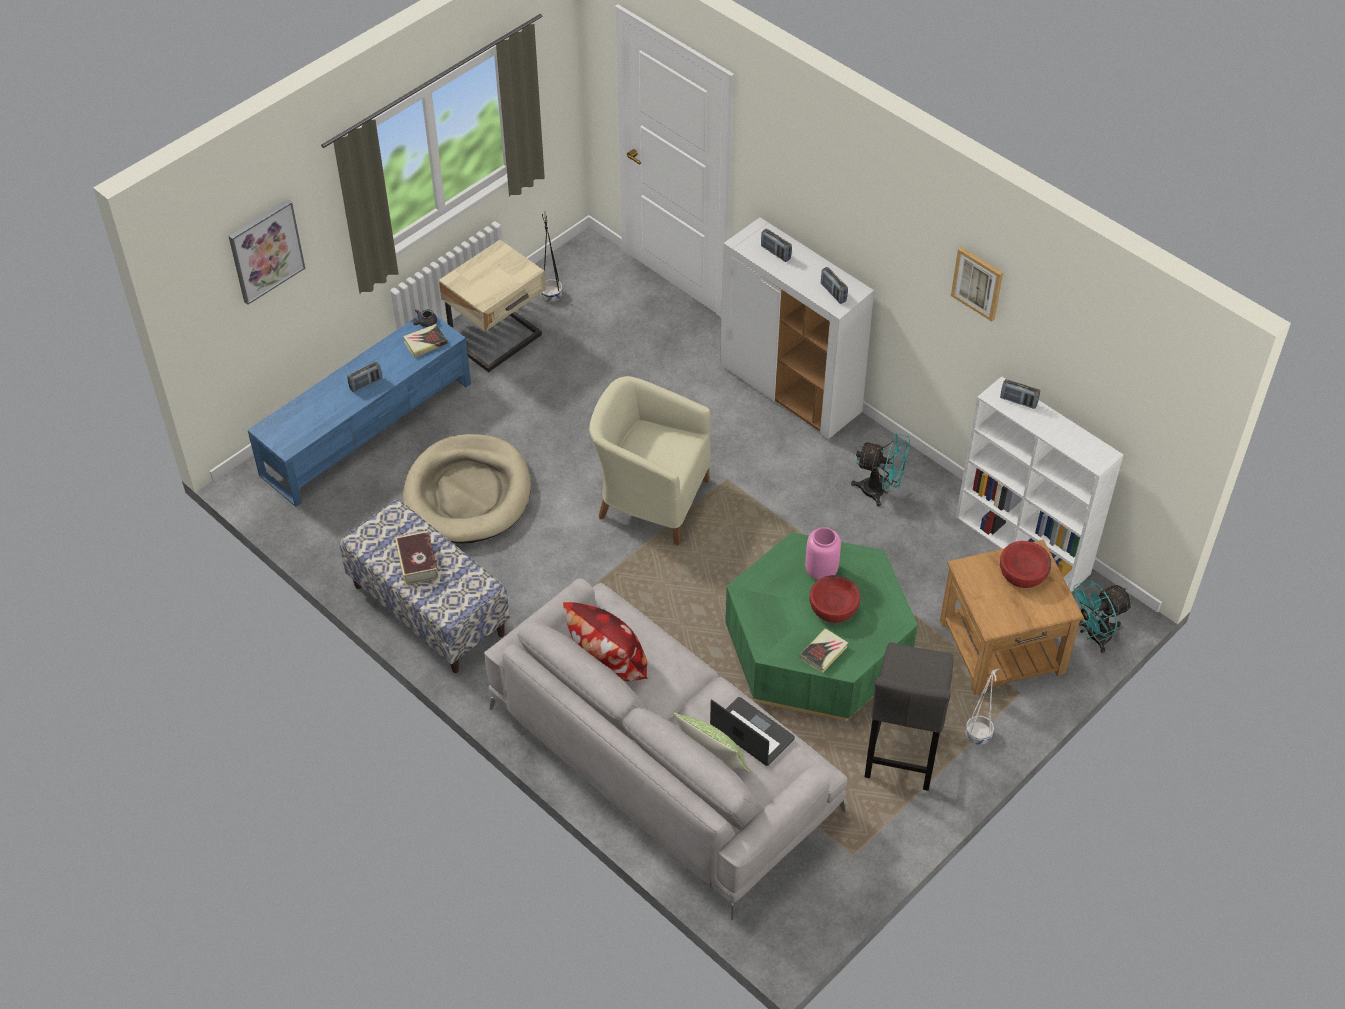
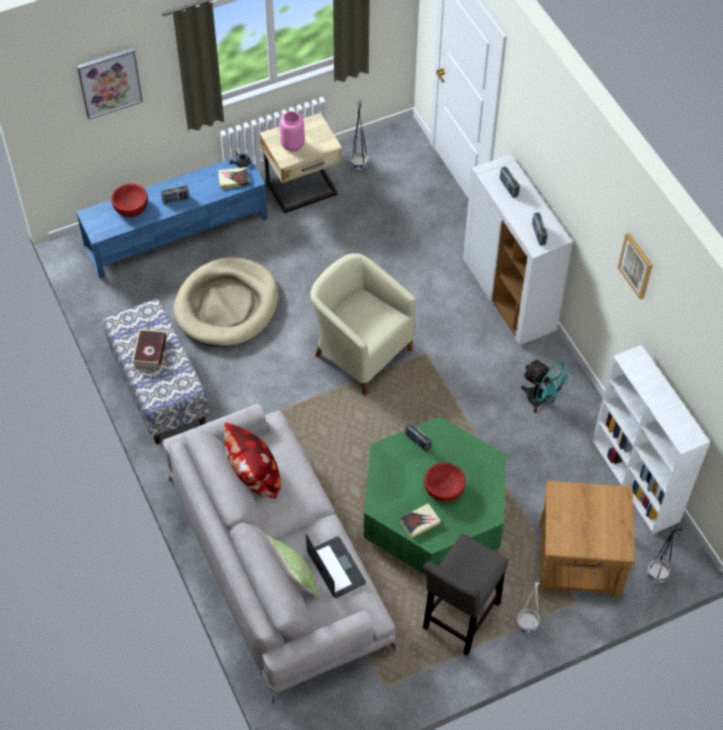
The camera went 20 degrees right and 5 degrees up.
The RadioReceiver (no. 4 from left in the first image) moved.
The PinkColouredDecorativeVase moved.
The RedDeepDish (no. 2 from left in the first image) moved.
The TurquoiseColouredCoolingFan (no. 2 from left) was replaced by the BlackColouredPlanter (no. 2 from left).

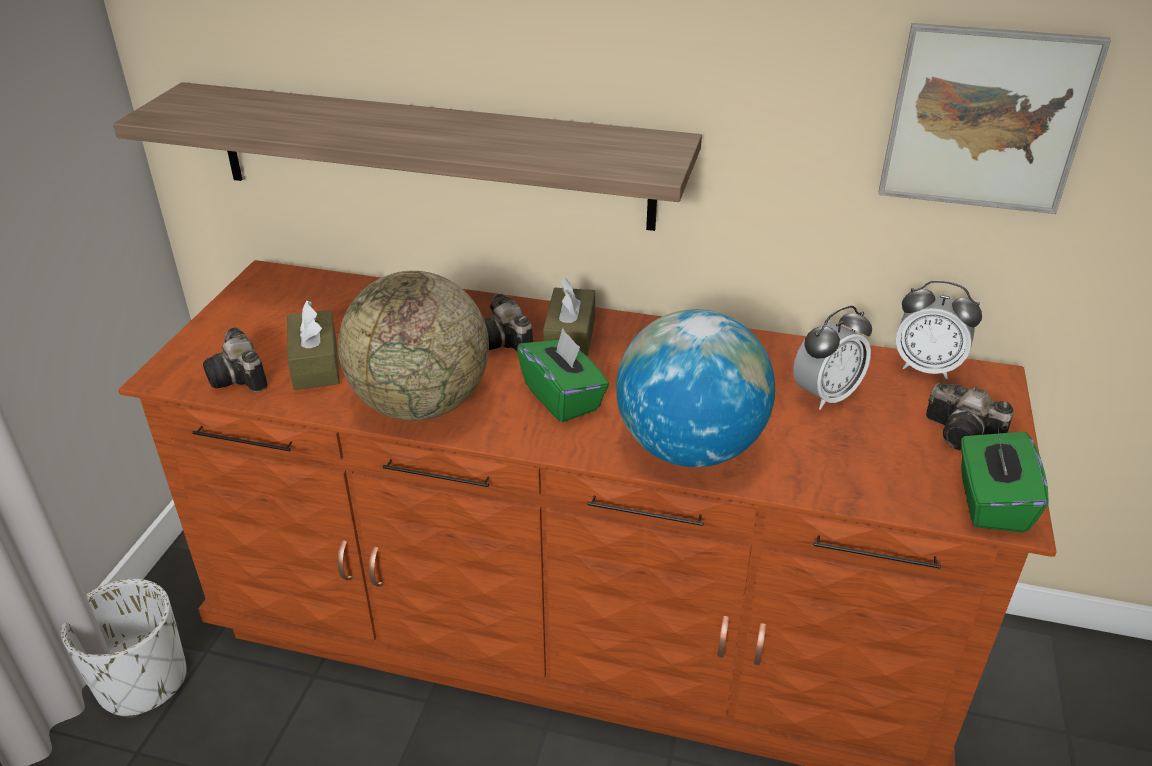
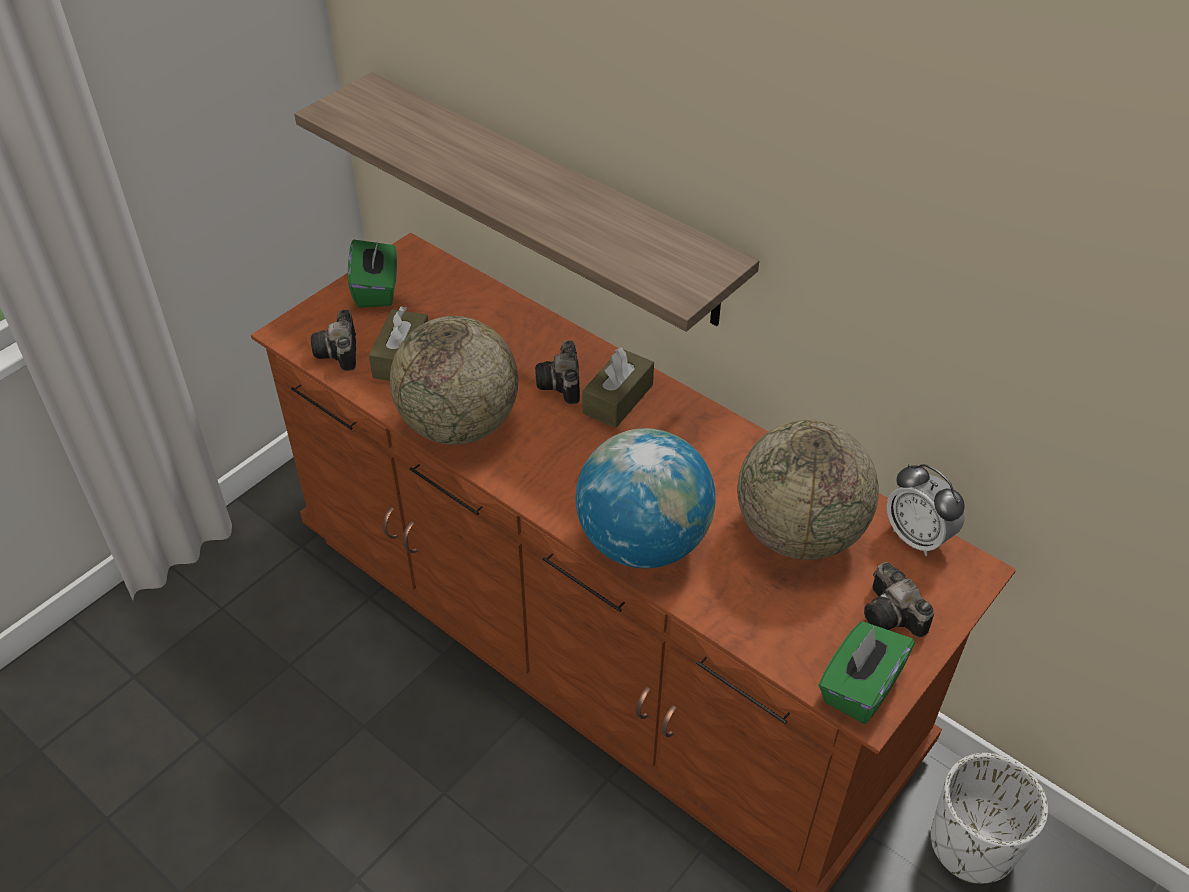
The camera went 25 degrees right and 10 degrees up.
The WallPicture disappeared.
The TableClock (no. 1 from left) was replaced by the Globe (no. 3 from left).
The GreenTissueHolder (no. 1 from left) moved.
The WhitePlanter moved.

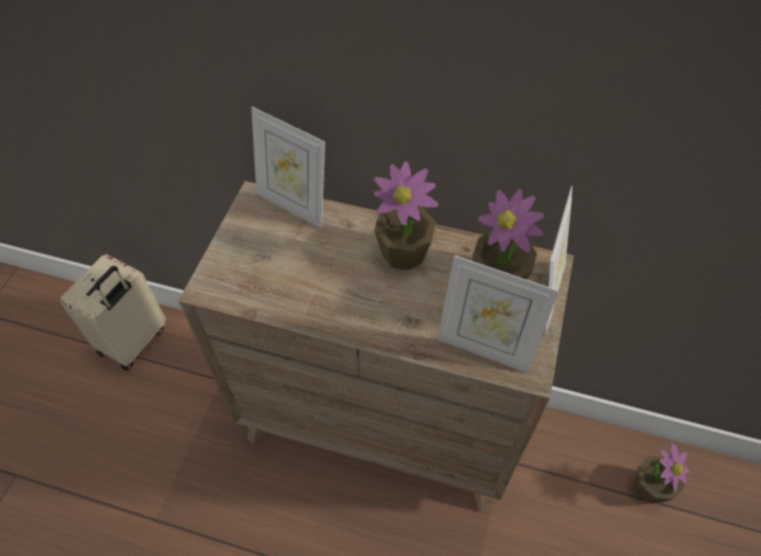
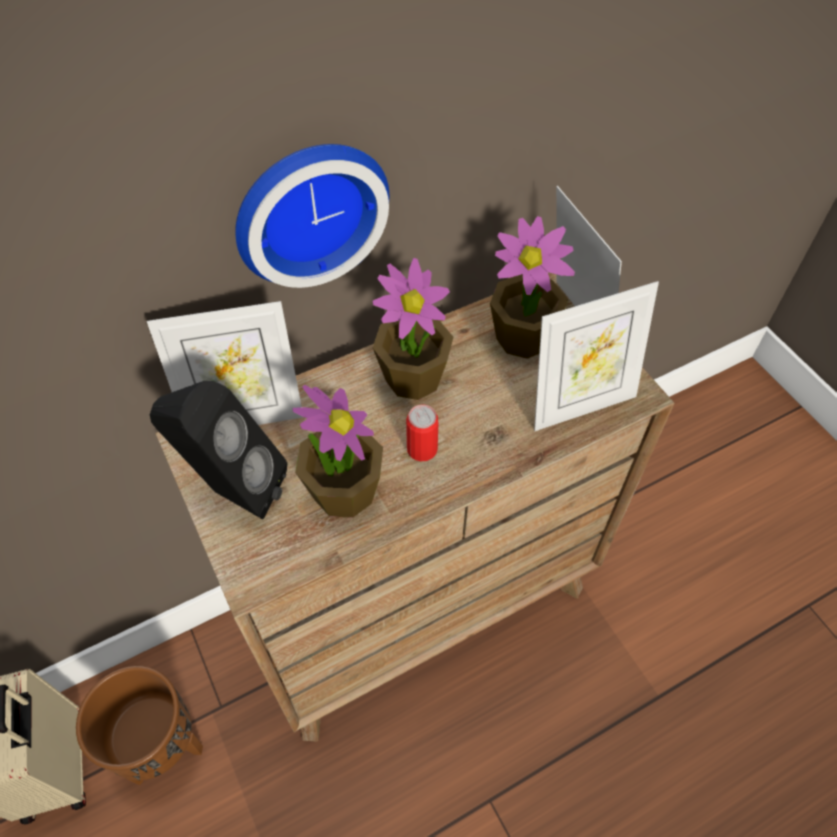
The camera went 45 degrees left and 0 degrees up.
The PlantInAPot (no. 3 from left in the first image) moved.
The HangingClock appeared.
The BlackColouredSpeaker appeared.
The Can appeared.
The BrownColouredPlanter appeared.

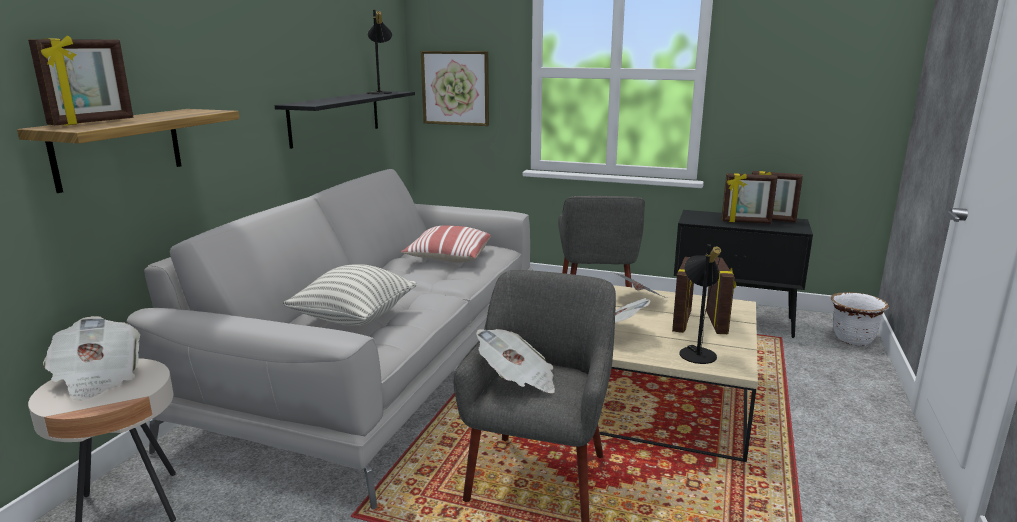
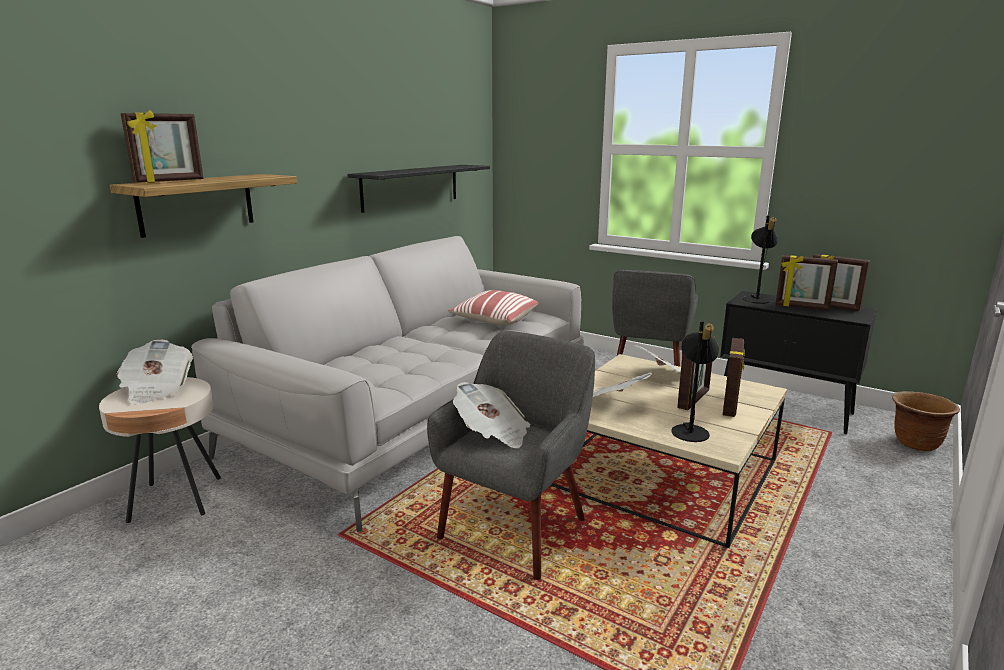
The camera went 15 degrees right and 0 degrees up.
The BlackColouredLampForATable (no. 1 from left in the first image) moved.
The WallPicture disappeared.
The Cushion (no. 1 from left) disappeared.
The WhitePlanter became the BrownColouredPlanter.

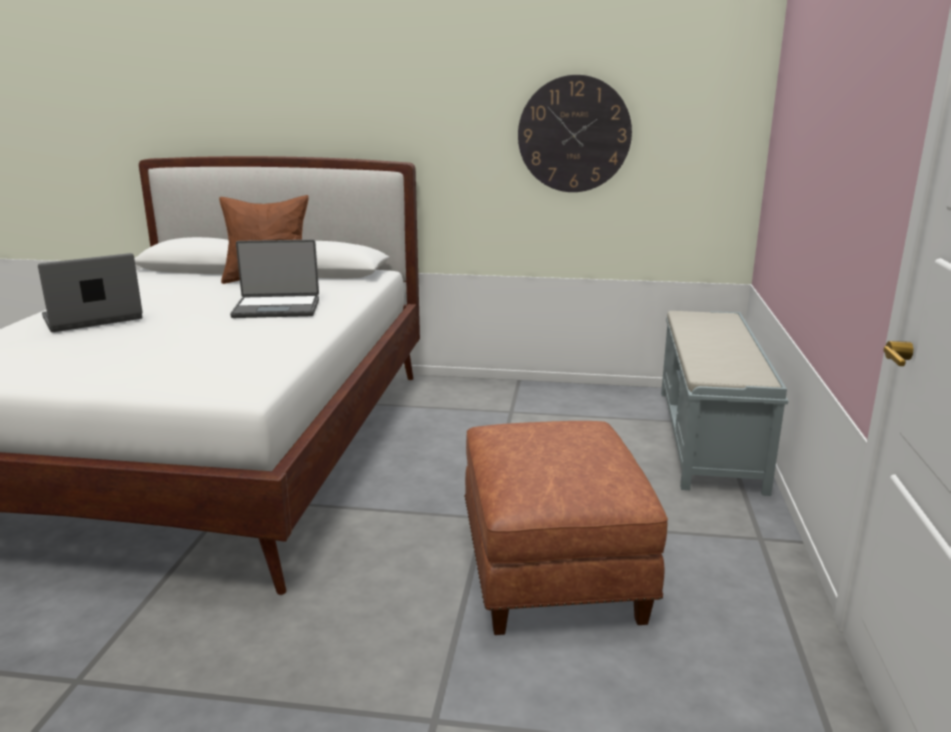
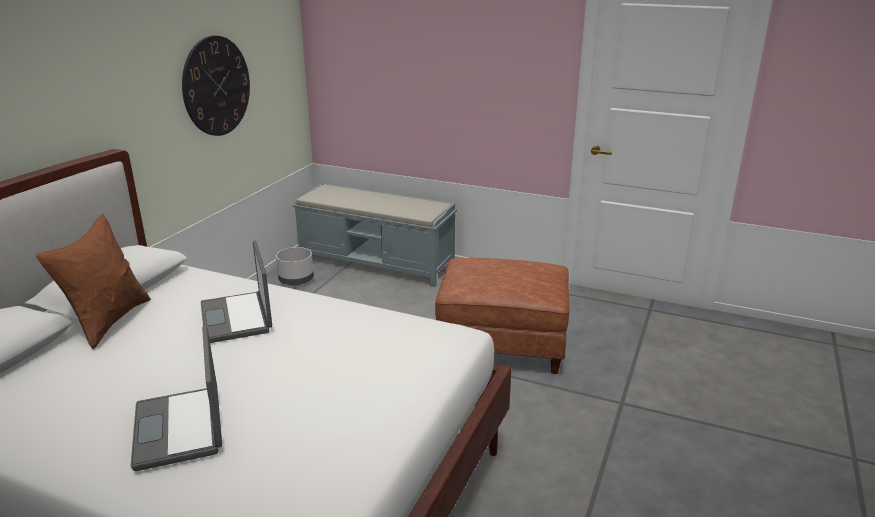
The camera went 75 degrees left and 5 degrees up.
The NotebookComputer (no. 2 from left) turned 150 degrees clockwise.
The GreyPlanter appeared.

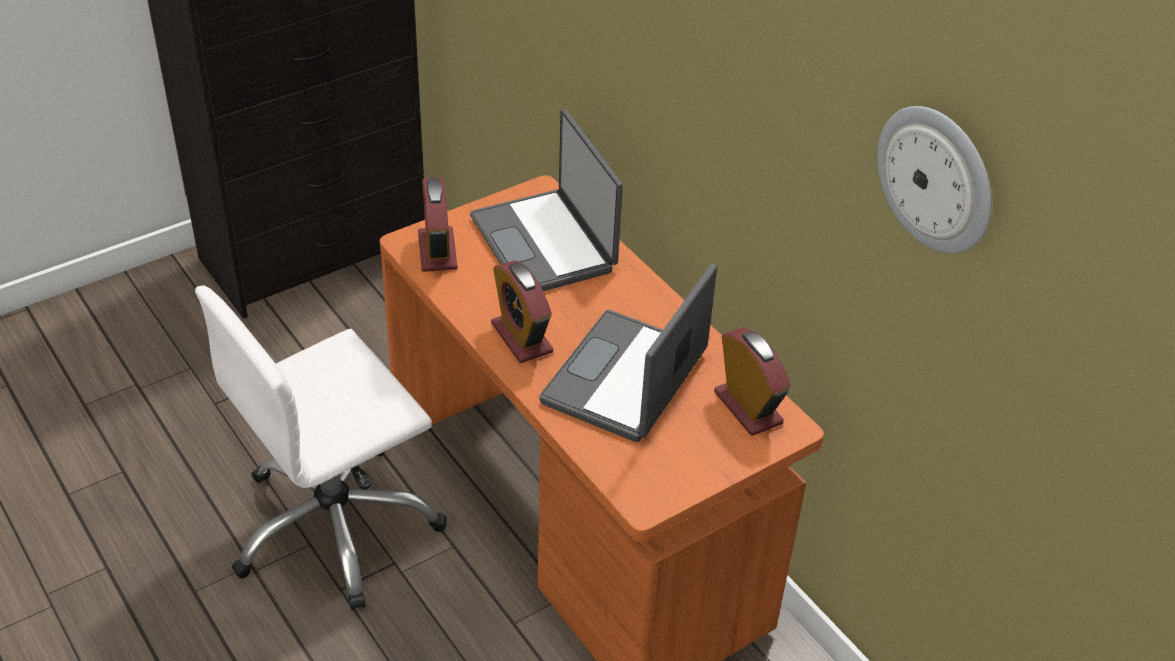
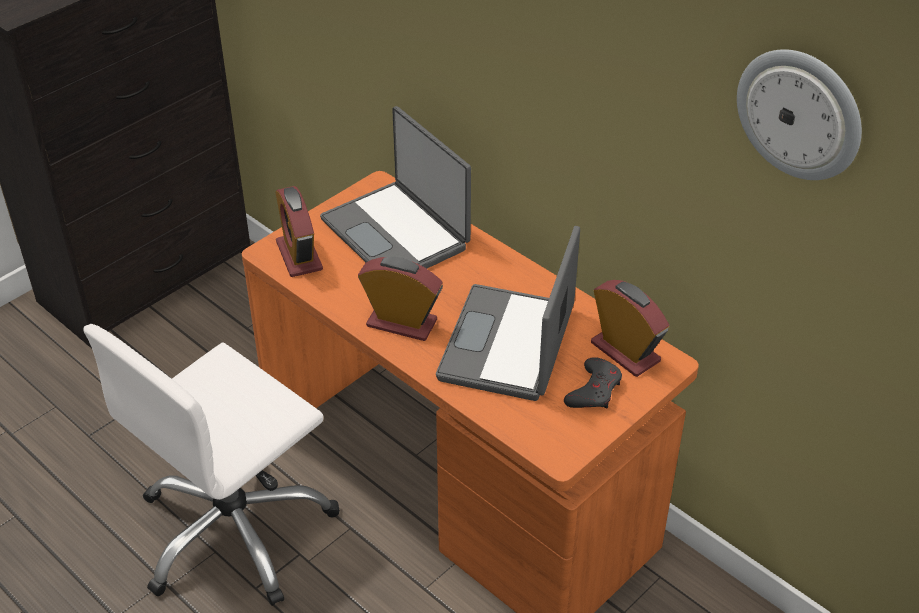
The camera went 10 degrees left and 0 degrees up.
The TableClock (no. 2 from left) turned 150 degrees clockwise.
The GreyGamepad appeared.

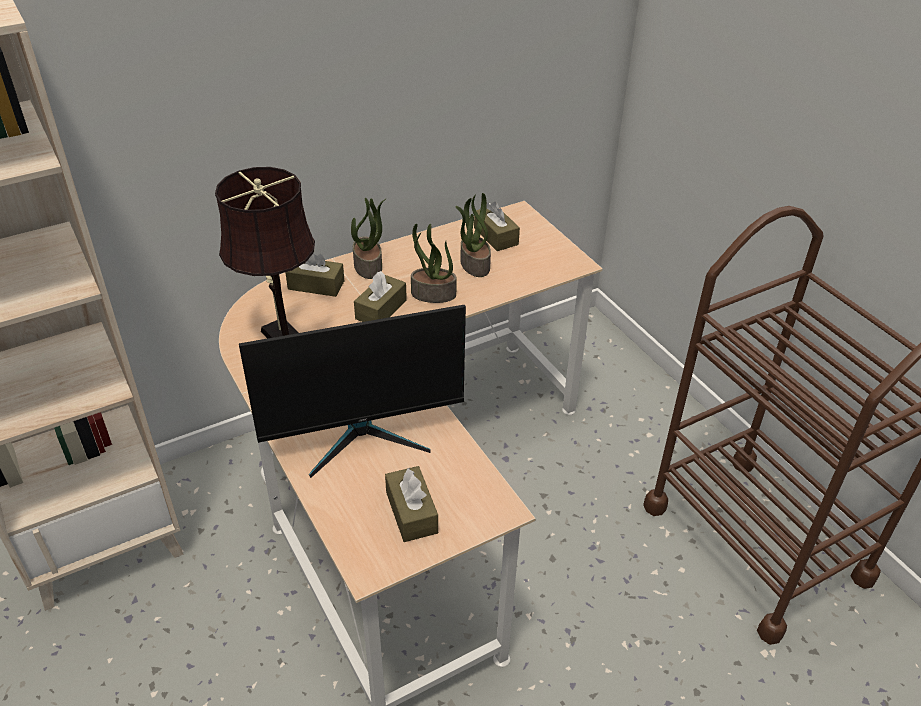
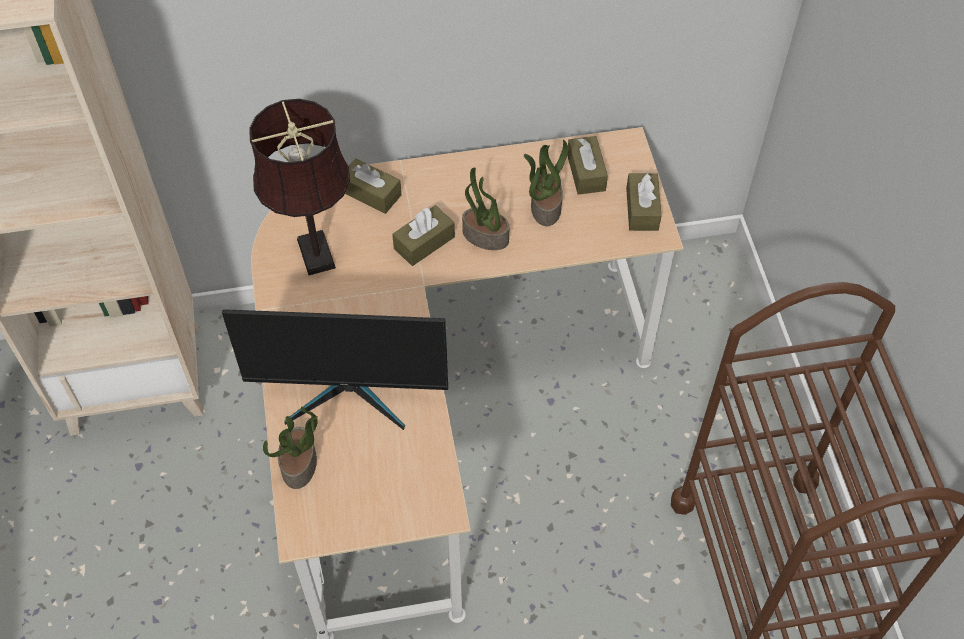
The camera went 20 degrees right and 15 degrees up.
The PlantInAPot (no. 1 from left) moved.
The BrownColouredTissueHolder (no. 3 from left in the first image) moved.

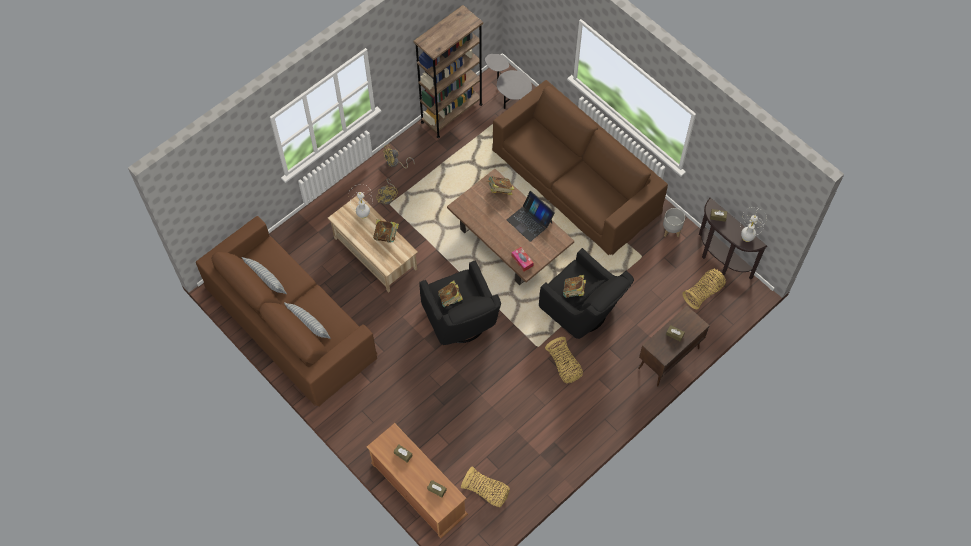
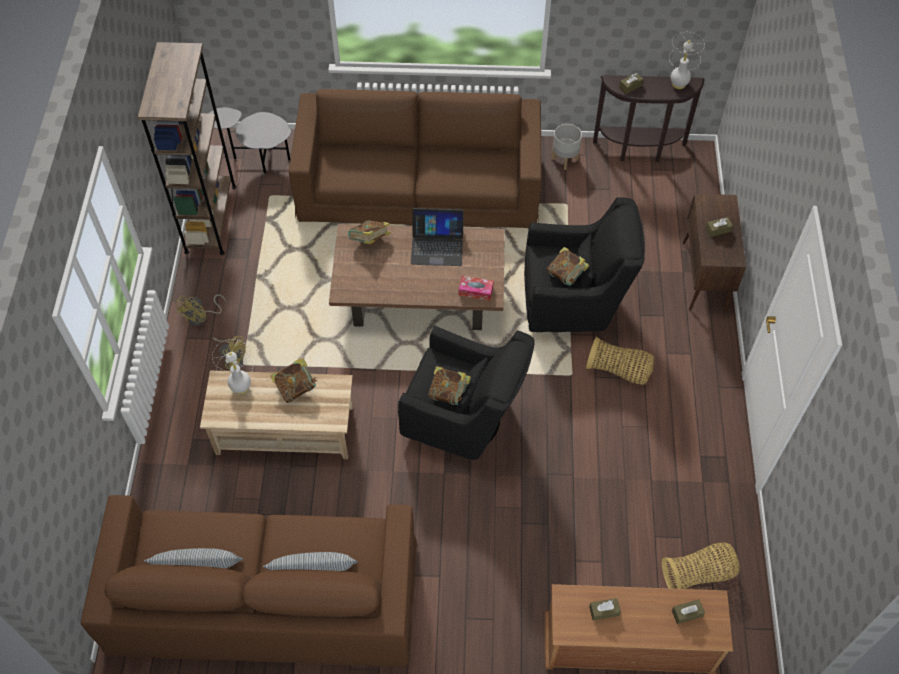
The camera went 45 degrees left and 5 degrees down.
The Basket (no. 3 from left) disappeared.

